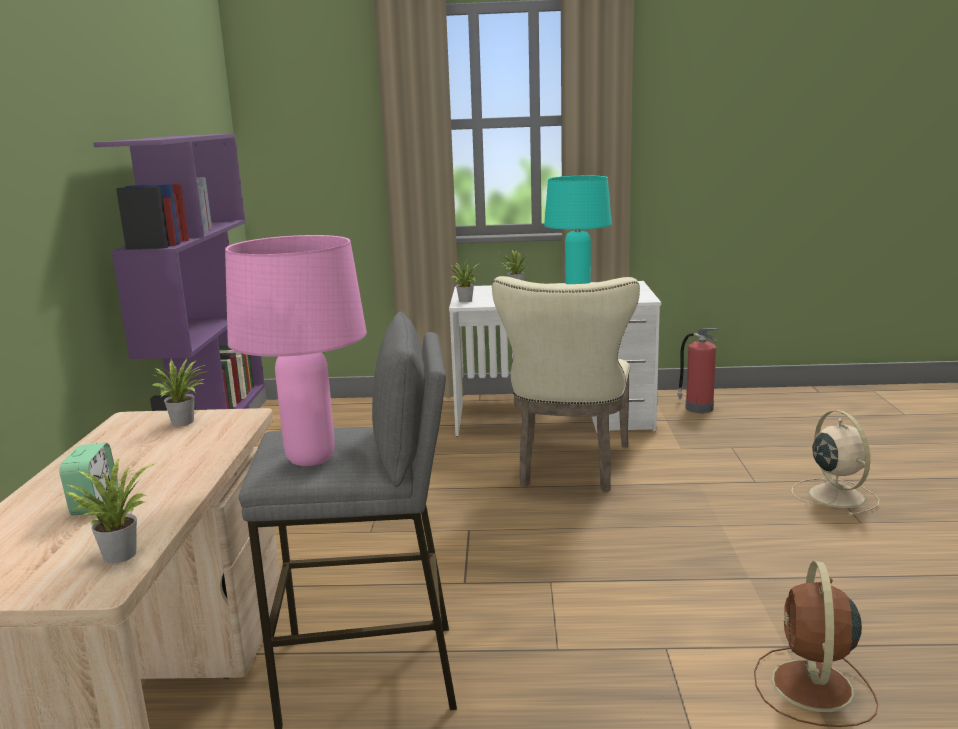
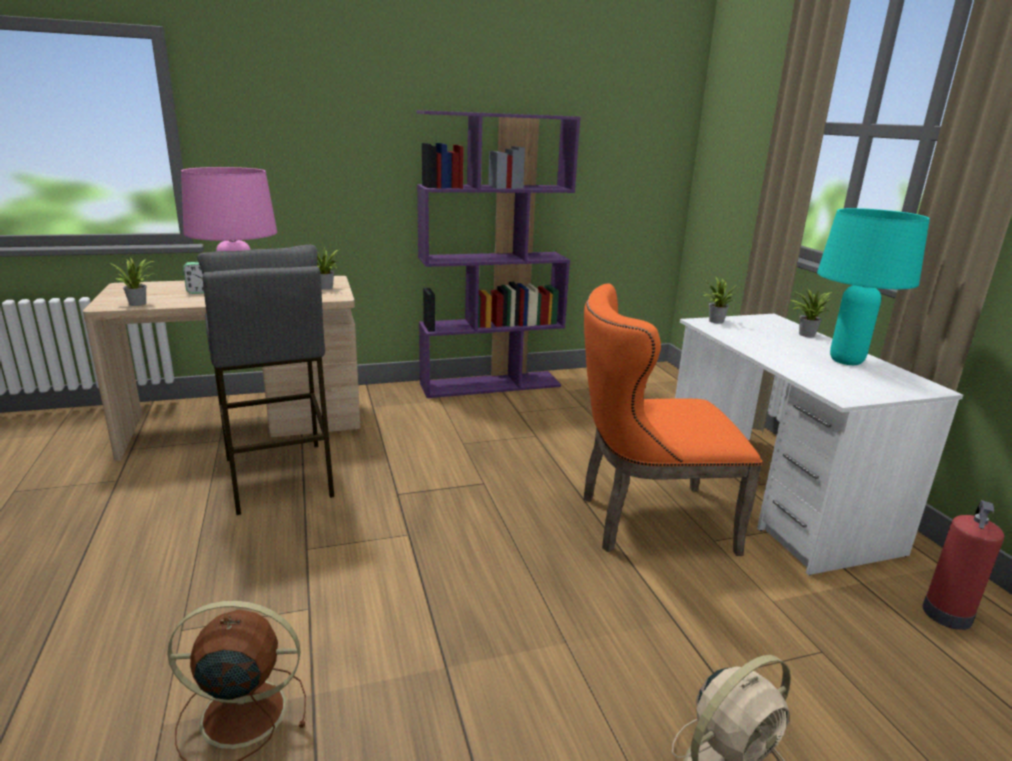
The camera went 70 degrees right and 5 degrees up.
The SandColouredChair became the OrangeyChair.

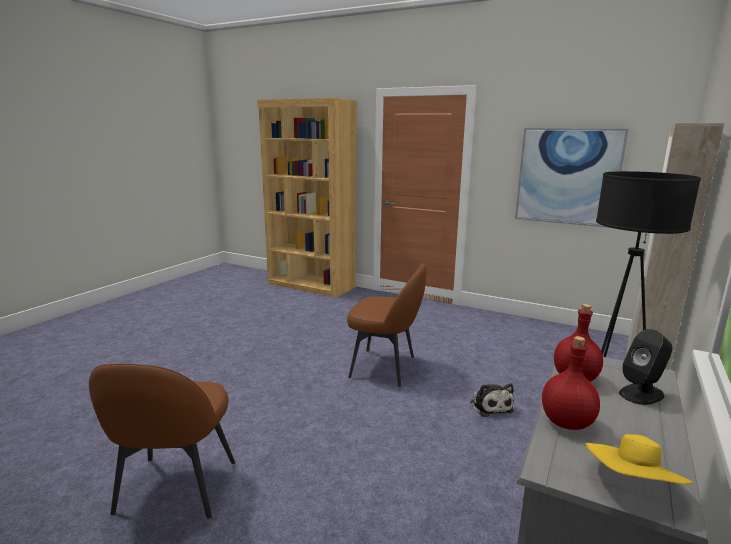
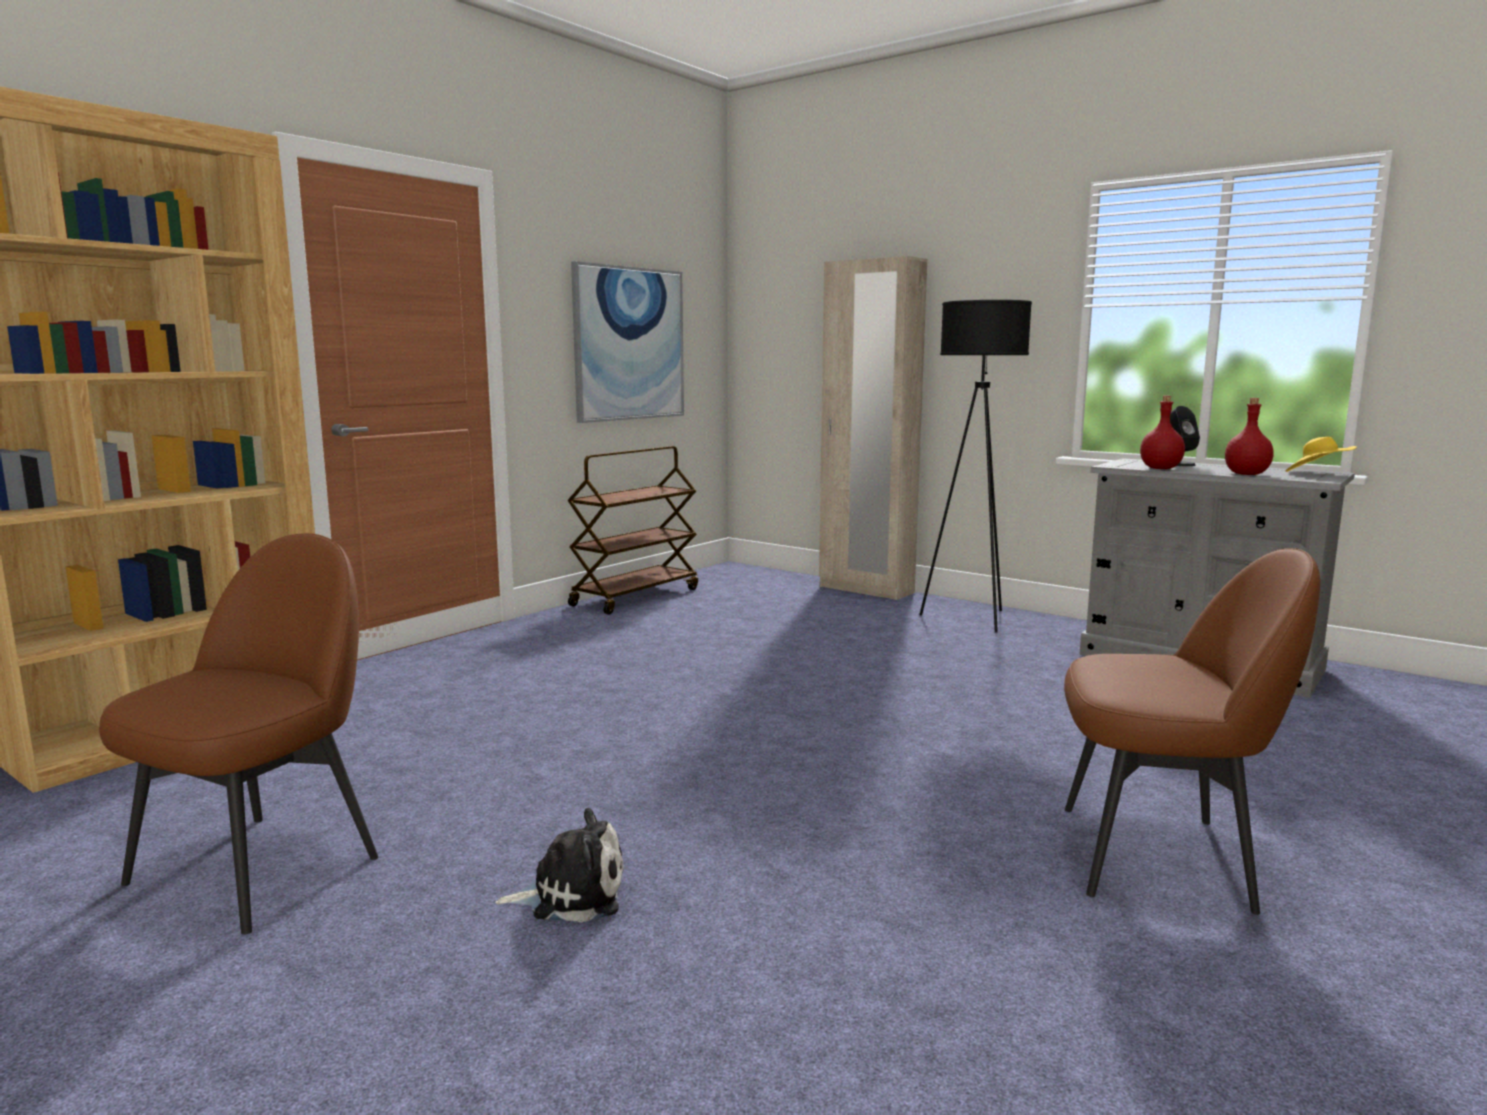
The camera went 80 degrees left and 5 degrees down.
The BrownColouredChair (no. 2 from left in the first image) moved.
The SoftToy moved.
The BrownColouredCart appeared.

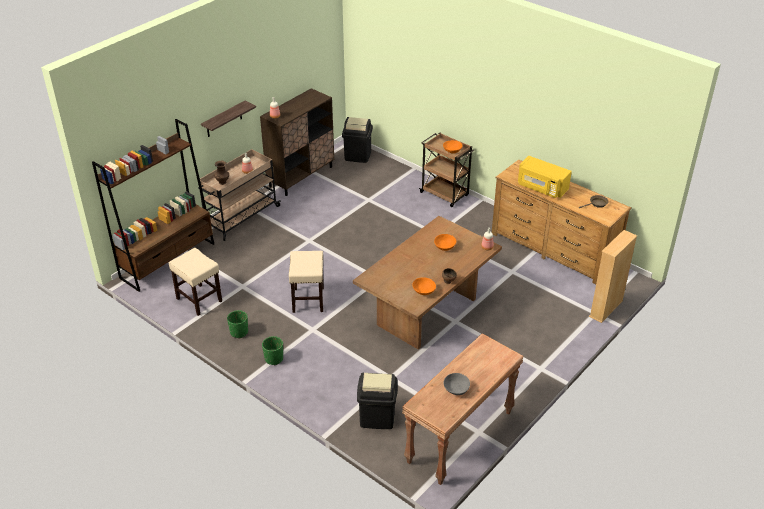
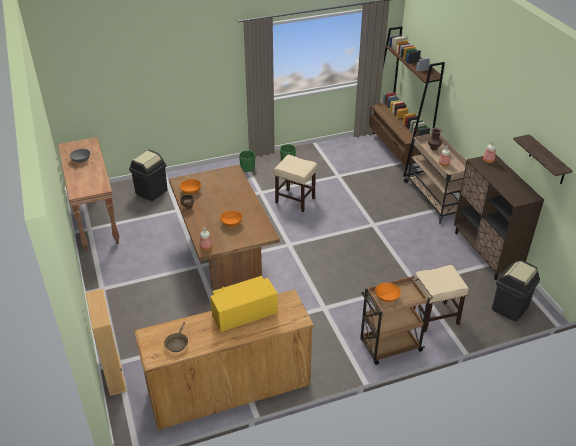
The camera went 120 degrees right and 0 degrees up.
The BracketShelf moved.
The SandColouredStool (no. 1 from left in the first image) moved.

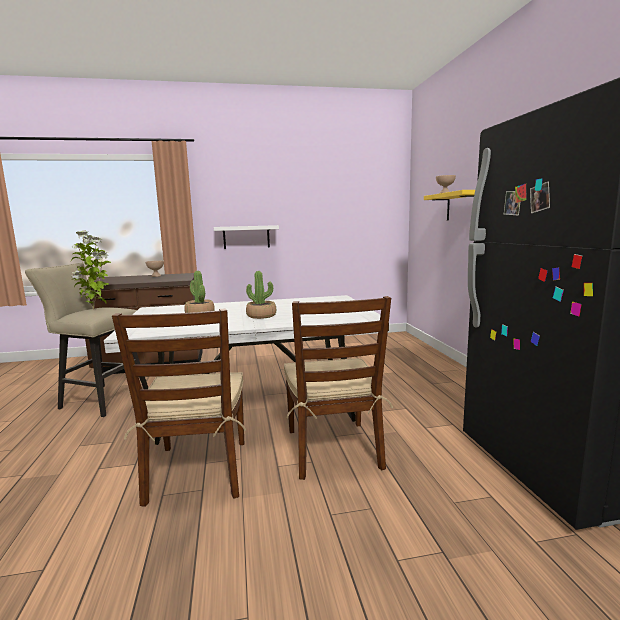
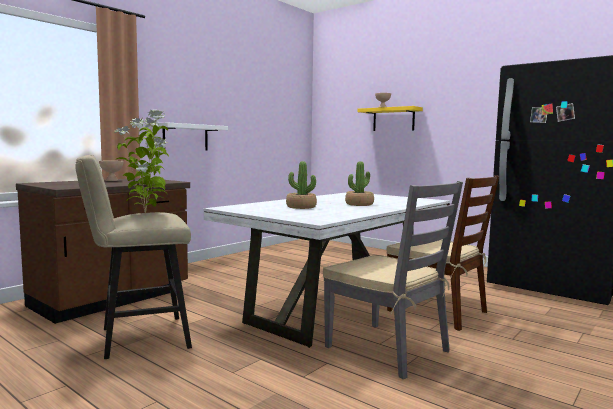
The camera went 40 degrees left and 5 degrees down.
The BrownColouredChair (no. 1 from left) became the GreyChair.

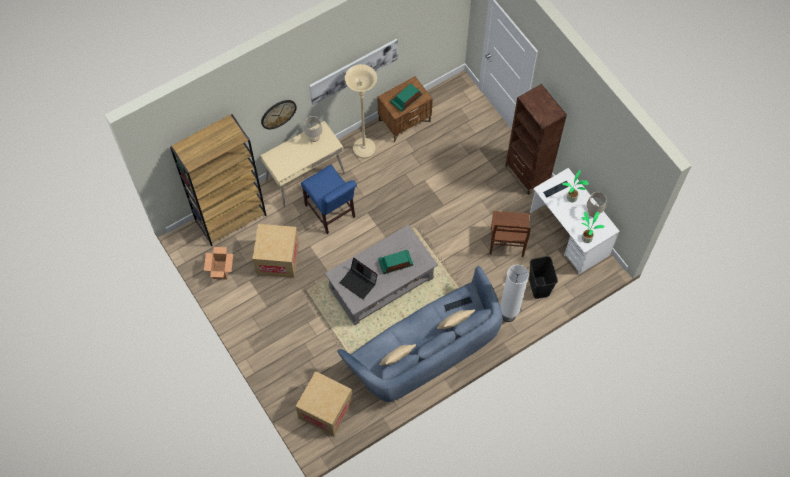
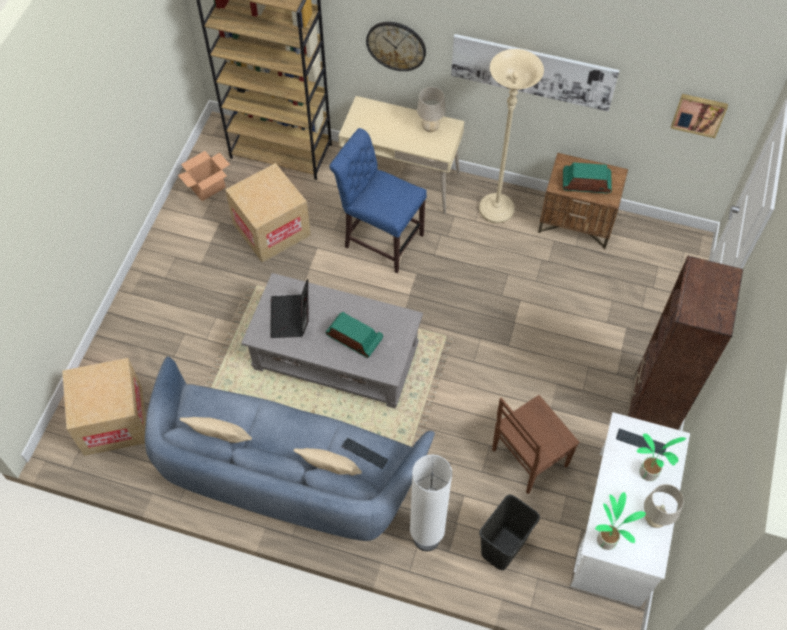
The camera went 50 degrees right and 5 degrees down.
The BluishChair turned 105 degrees clockwise.
The WallPicture (no. 2 from left) appeared.

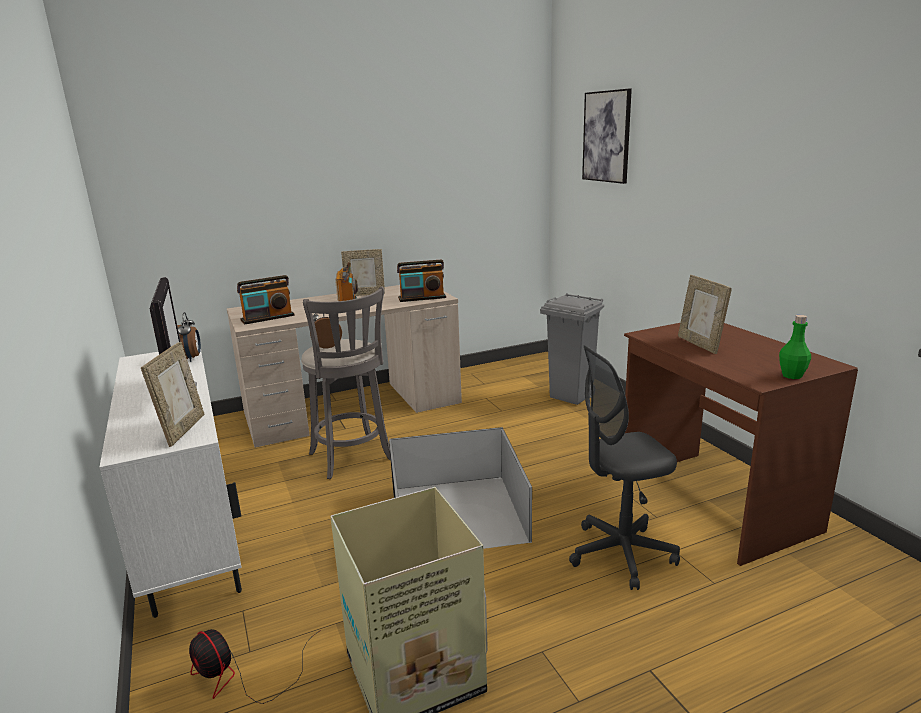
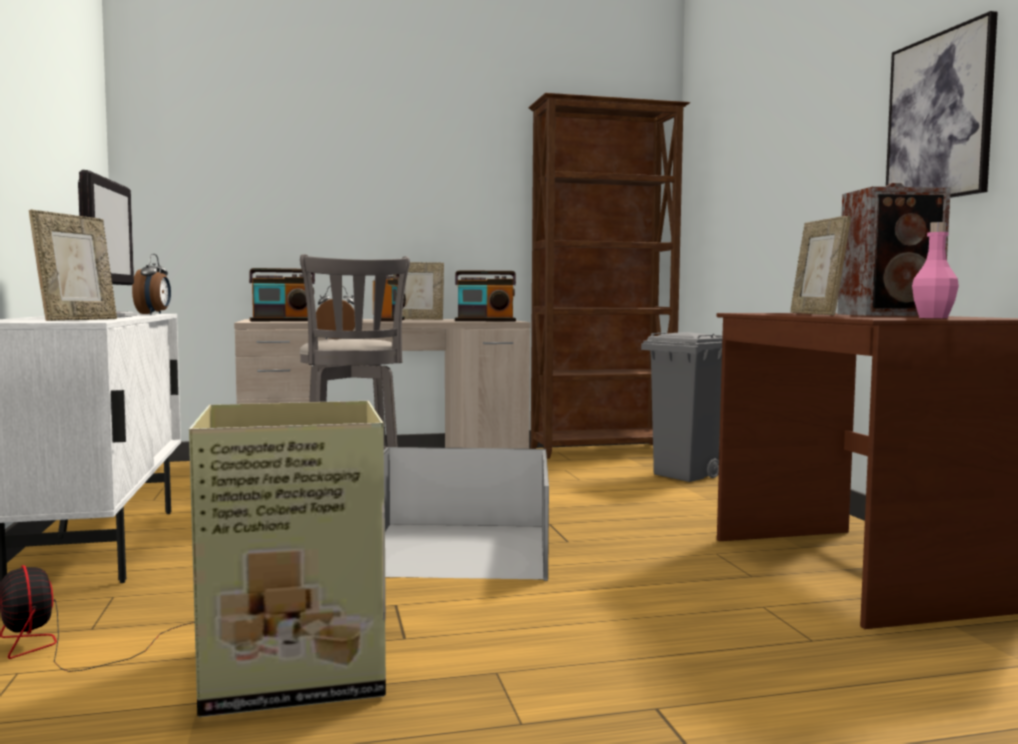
The camera went 10 degrees right and 15 degrees down.
The WallPicture moved.
The GreenBottle became the PinkColouredBottle.
The GreyOfficeChair disappeared.
The BrownColouredBookshelf appeared.
The Speaker appeared.

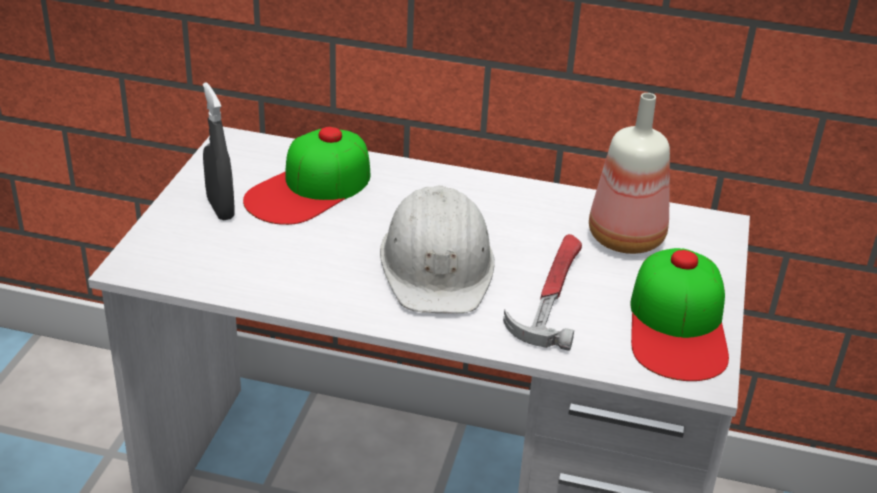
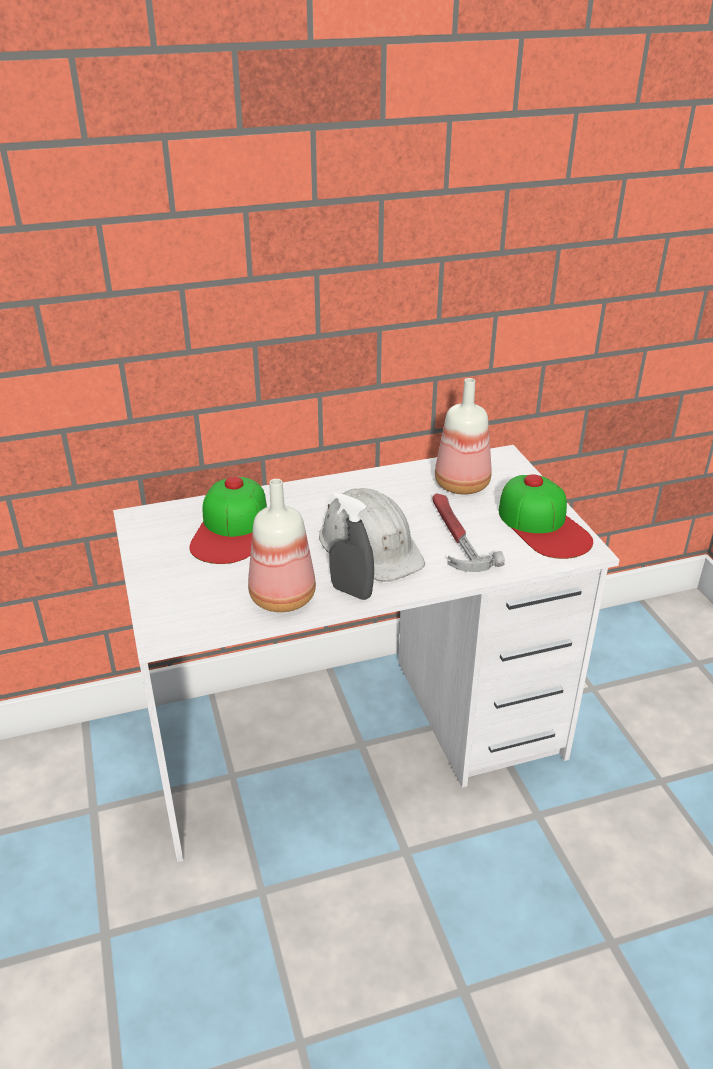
The camera went 30 degrees left and 0 degrees up.
The GreySprayer moved.
The Bottle (no. 1 from left) appeared.

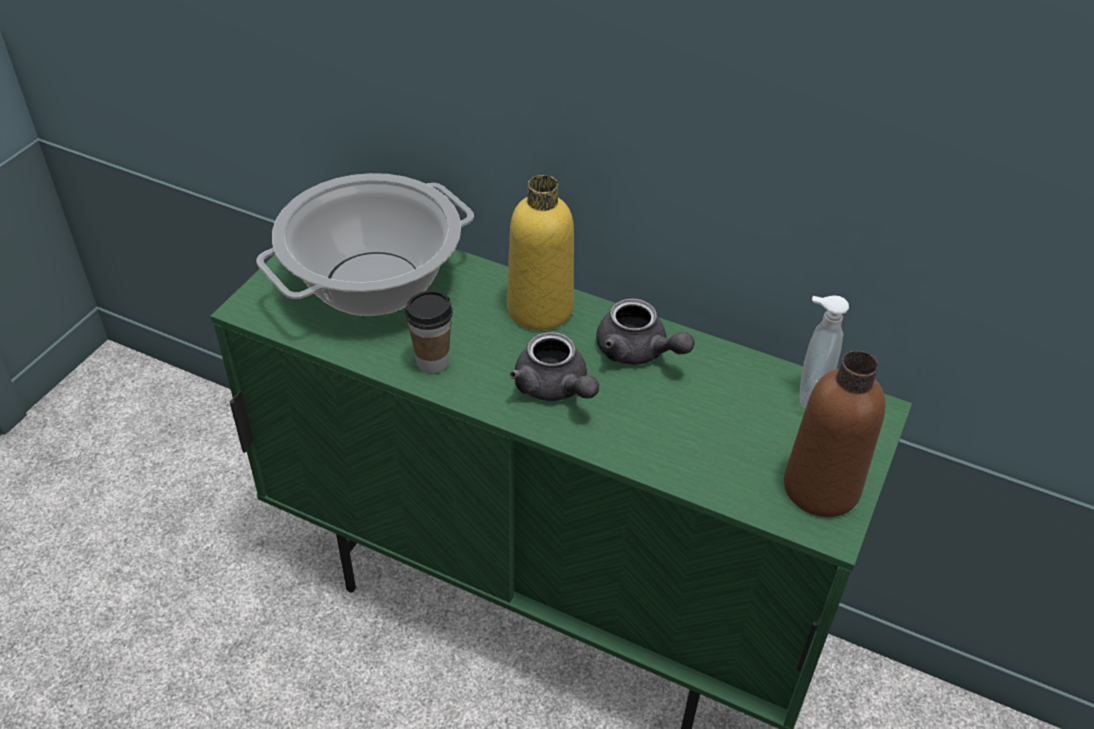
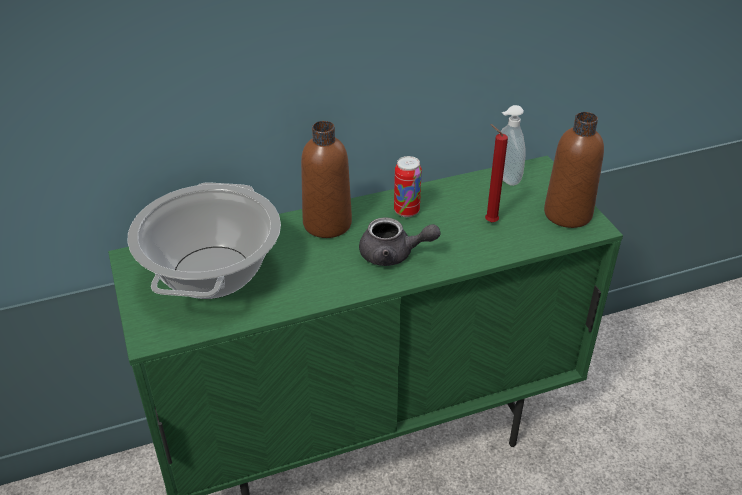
The camera went 45 degrees left and 5 degrees down.
The YellowBottle became the BrownColouredBottle (no. 1 from left).
The SmallCup disappeared.
The GreyTeaPot (no. 2 from left) was replaced by the Can.
The RedWaxLight appeared.

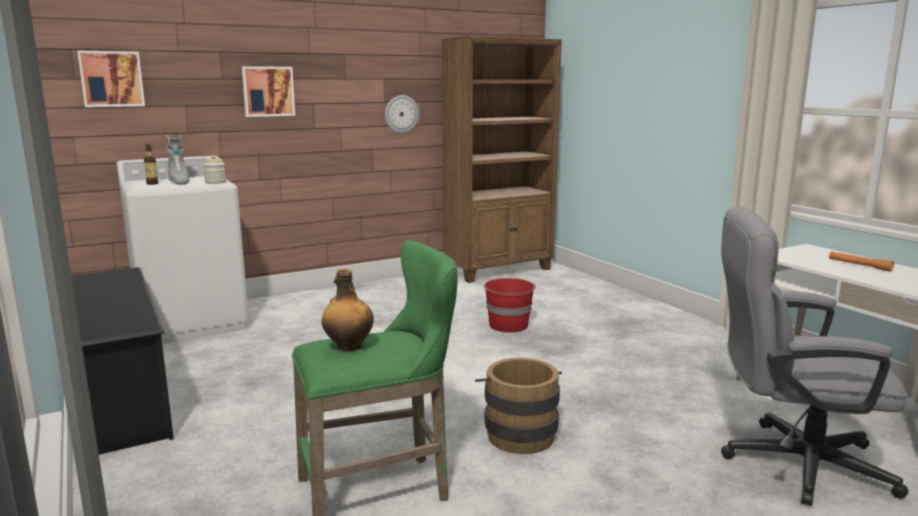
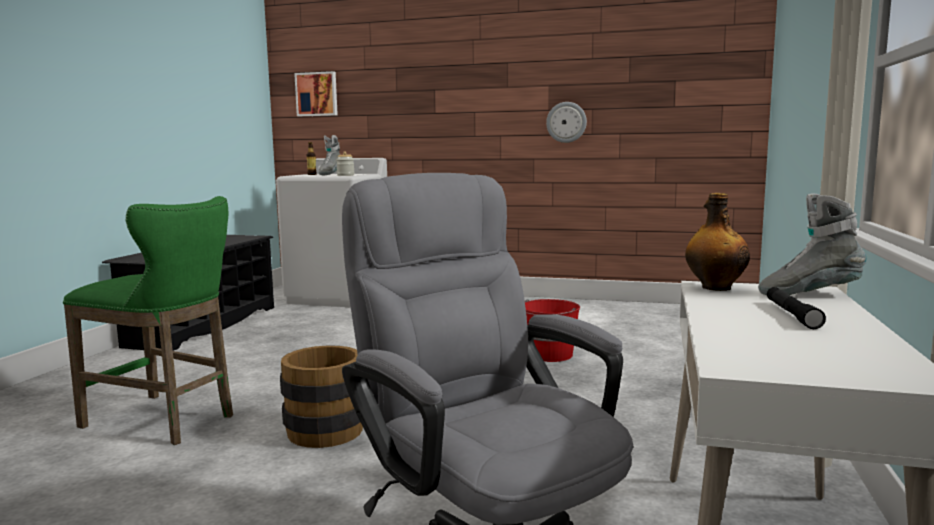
The camera went 45 degrees right and 5 degrees down.
The BrownColouredBookshelf disappeared.
The WallPicture (no. 2 from left) disappeared.
The OrangeyTorch became the BlackColouredTorch.
The Bottle (no. 2 from left) moved.
The GreyBoot (no. 2 from left) appeared.

